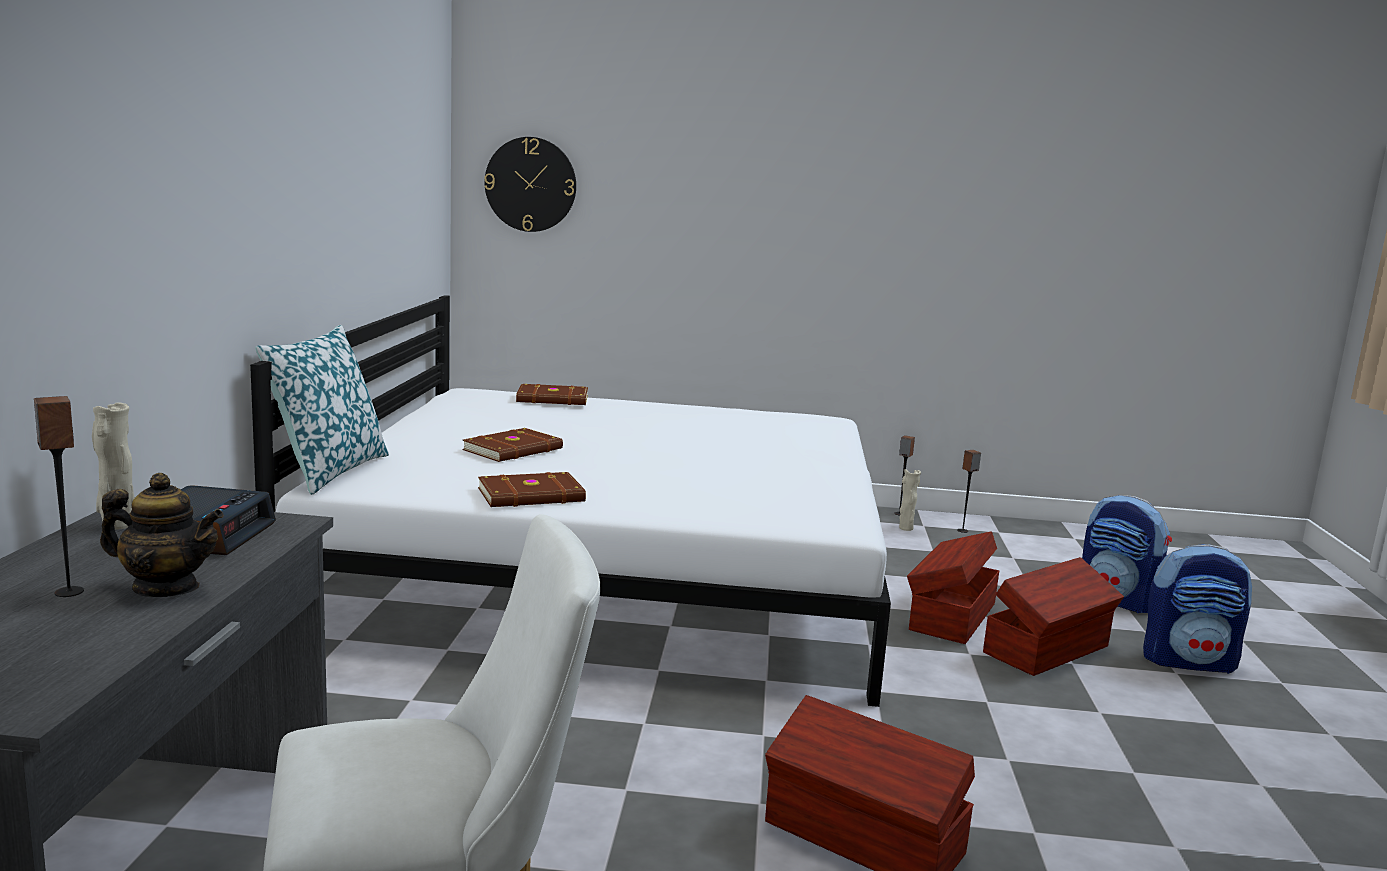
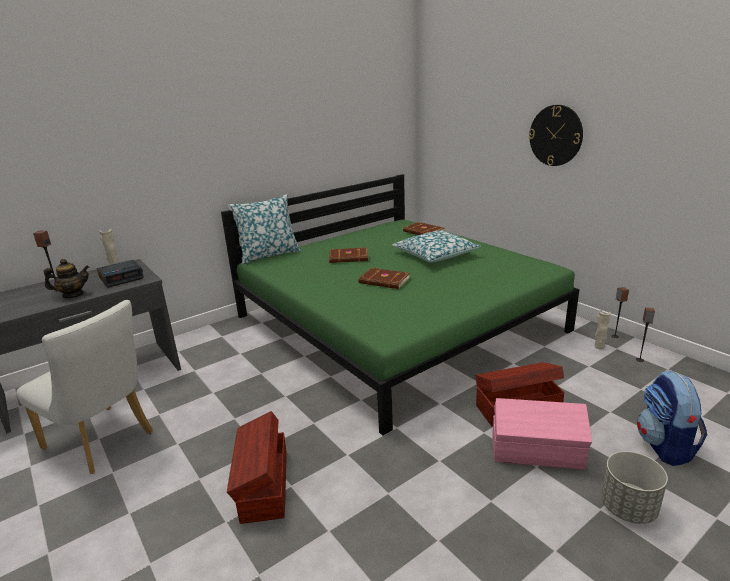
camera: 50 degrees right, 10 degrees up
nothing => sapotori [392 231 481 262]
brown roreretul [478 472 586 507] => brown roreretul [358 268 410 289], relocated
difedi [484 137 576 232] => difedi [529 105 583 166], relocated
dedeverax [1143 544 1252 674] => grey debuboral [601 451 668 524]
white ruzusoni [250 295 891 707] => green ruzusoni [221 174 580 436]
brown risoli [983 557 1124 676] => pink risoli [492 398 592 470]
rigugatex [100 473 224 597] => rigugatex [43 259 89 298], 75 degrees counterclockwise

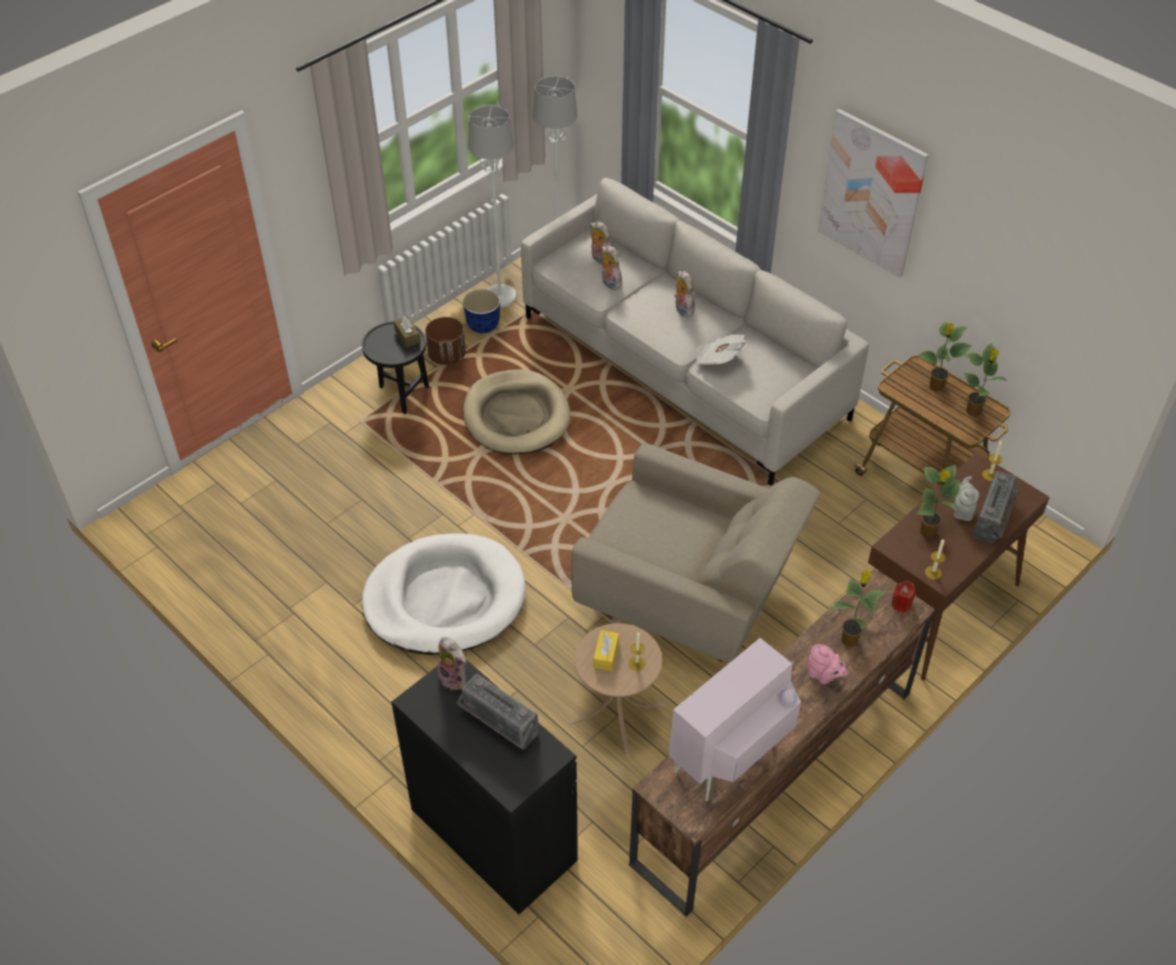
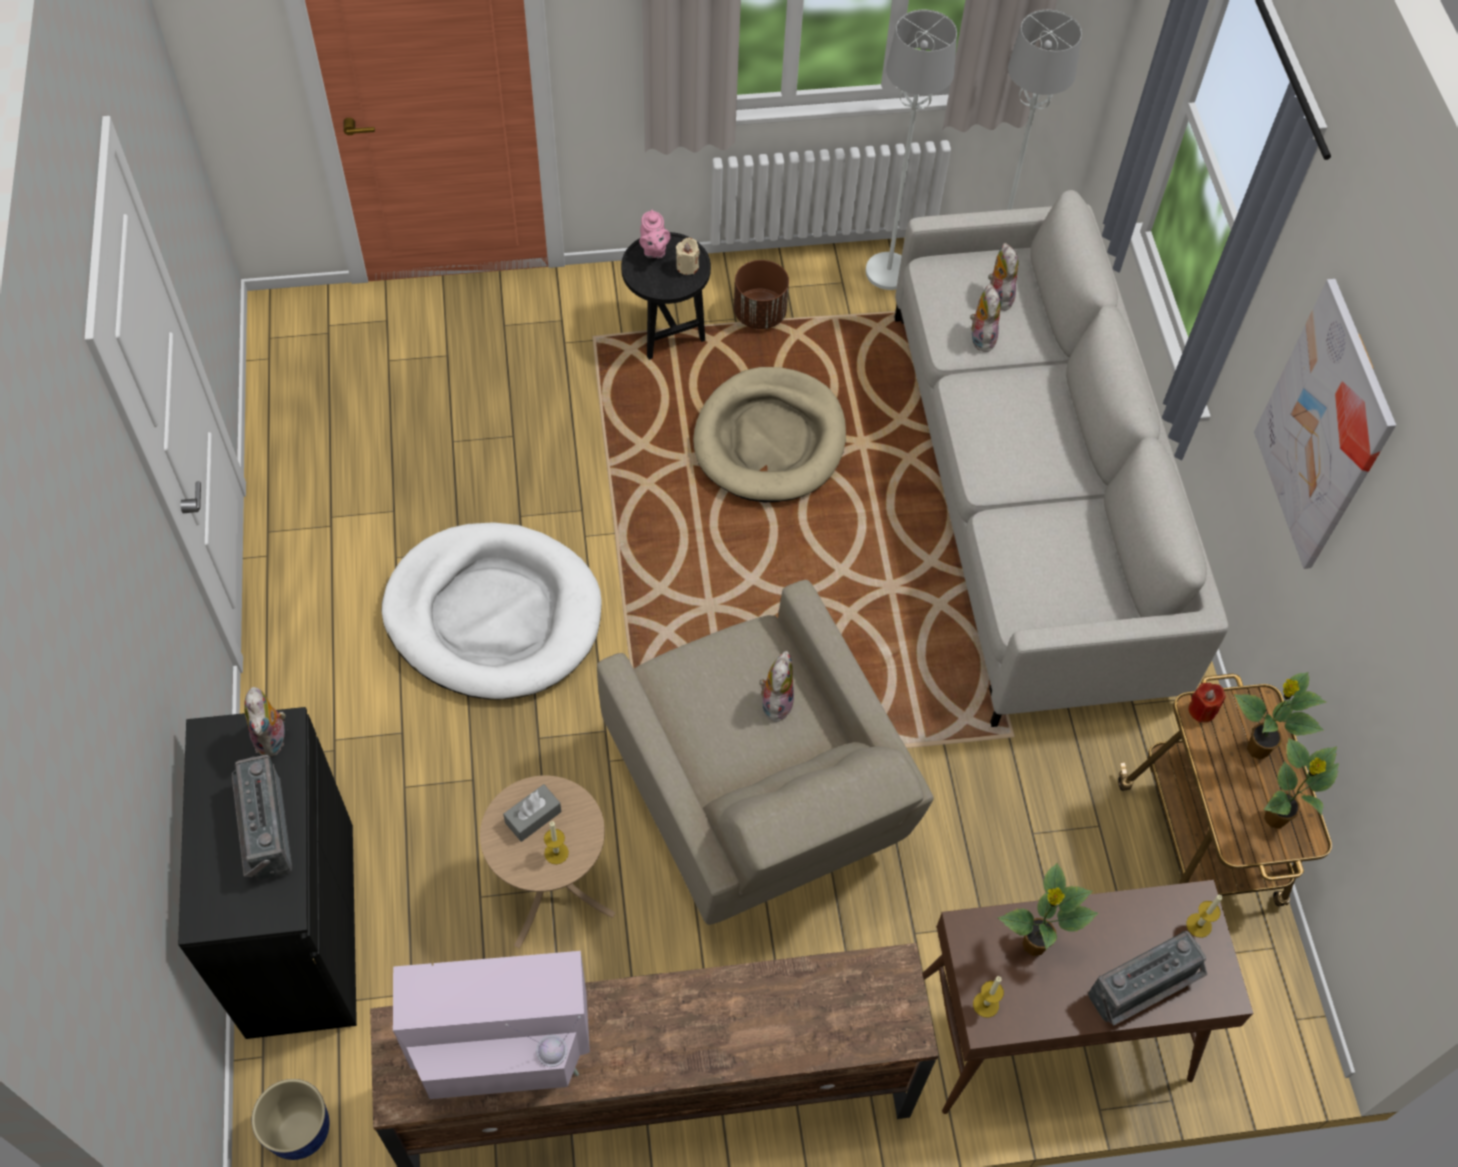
camera: 35 degrees right, 10 degrees up
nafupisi [695 334 747 365] => nothing
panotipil [831 570 886 647] => nothing
grey rigugatex [954 476 980 521] => nothing
debuboral [463 289 500 333] => debuboral [252 1079 330 1160], relocated
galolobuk [674 271 695 317] => galolobuk [759 651 794 723], relocated
pink rigugatex [808 644 849 684] => pink rigugatex [639 210 670 258], relocated
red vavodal [892 581 915 613] => red vavodal [1188 683 1226 723], relocated
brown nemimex [394 316 420 347] => beige vavodal [676 238 699 275]
yellow nemimex [593 630 619 671] => grey nemimex [503 784 561 842]

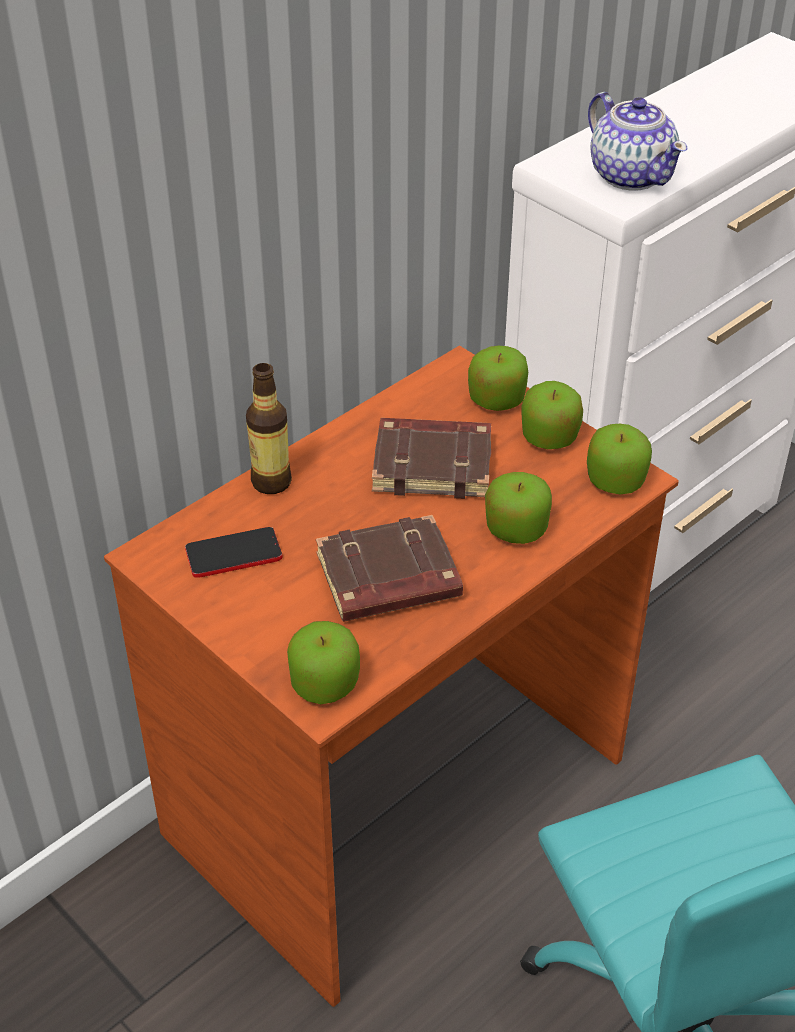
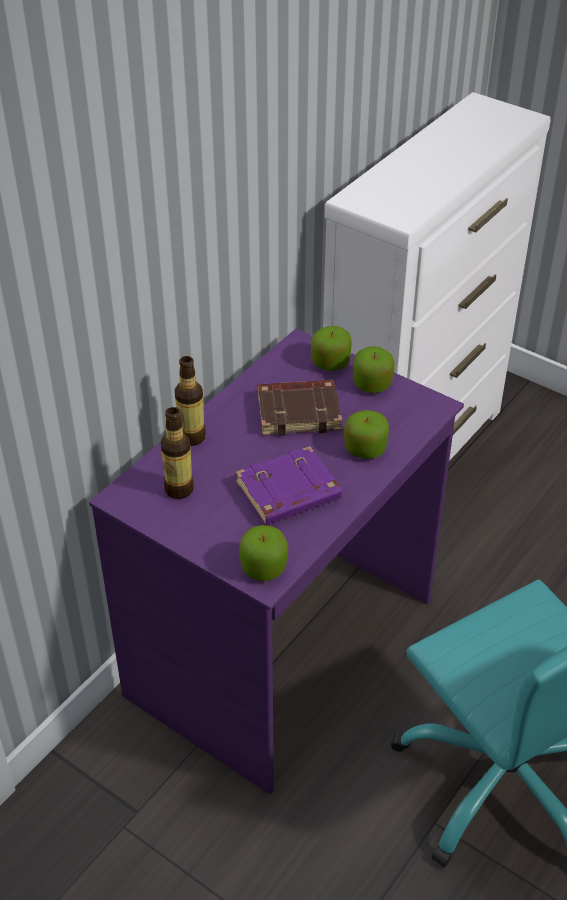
camera: 10 degrees left, 0 degrees up
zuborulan [587 424 652 494] => nothing
rigugatex [588 92 687 191] => nothing
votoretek [185 527 283 578] => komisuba [161 407 194 499]
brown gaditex [104 346 679 1007] => purple gaditex [89 329 464 794]
brown roreretul [316 515 463 622] => purple roreretul [236 446 342 525]

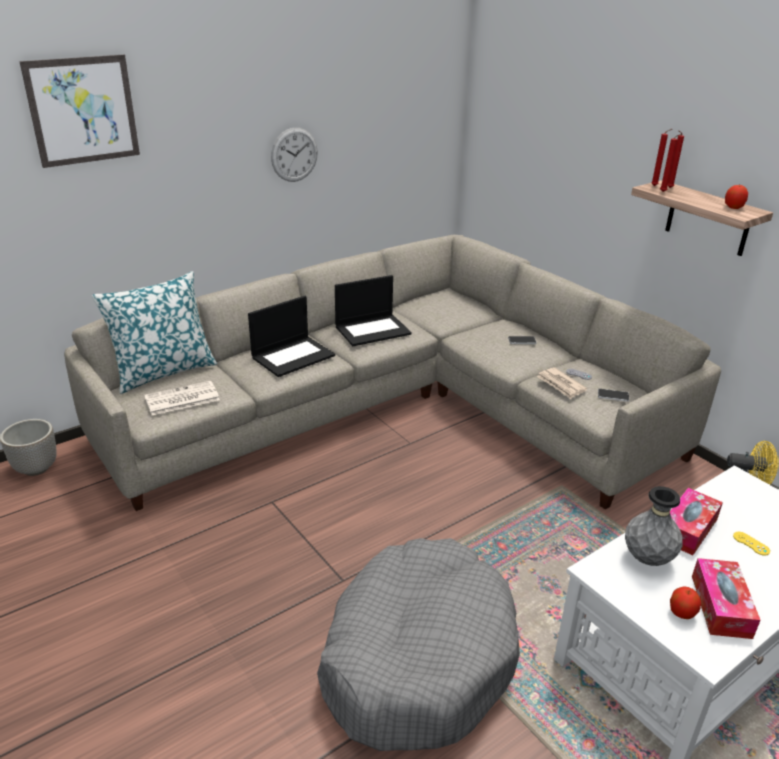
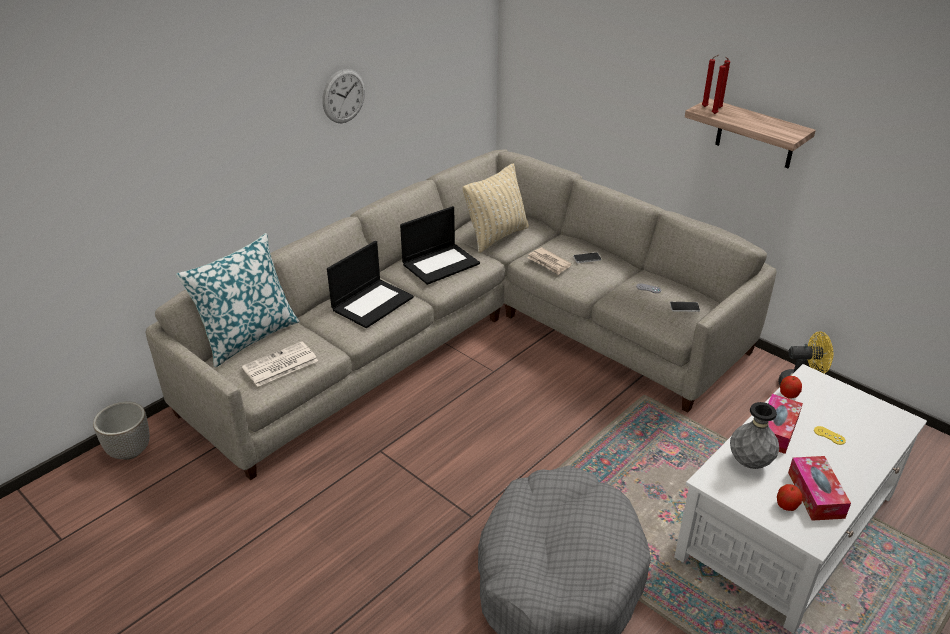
camera: 10 degrees left, 5 degrees up
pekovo [19 55 140 168] => nothing
nothing => beige sapotori [463 163 529 253]
nafupisi [537 367 587 399] => nafupisi [527 247 572 275], relocated
zuborulan [725 185 748 209] => zuborulan [780 376 802 399], relocated

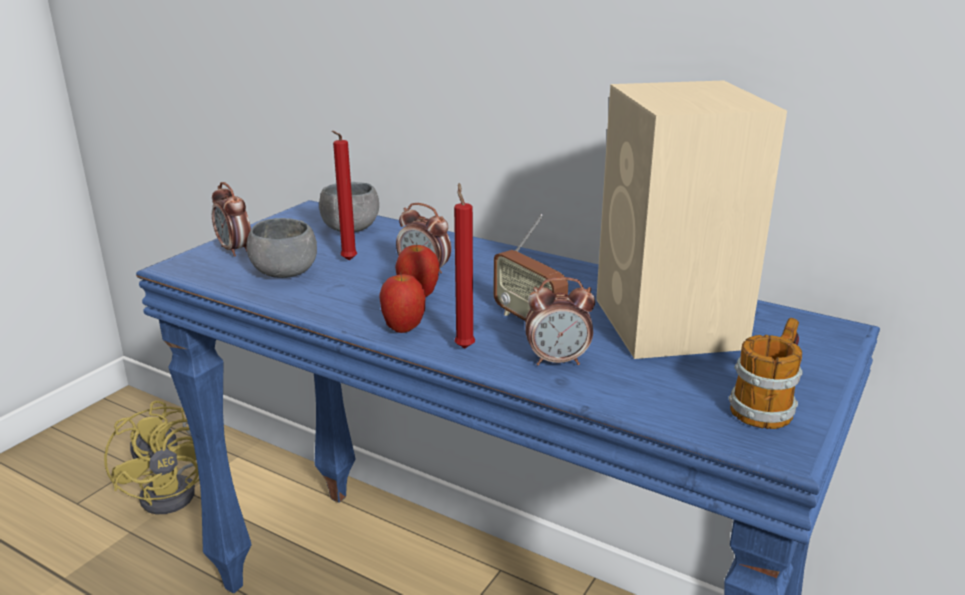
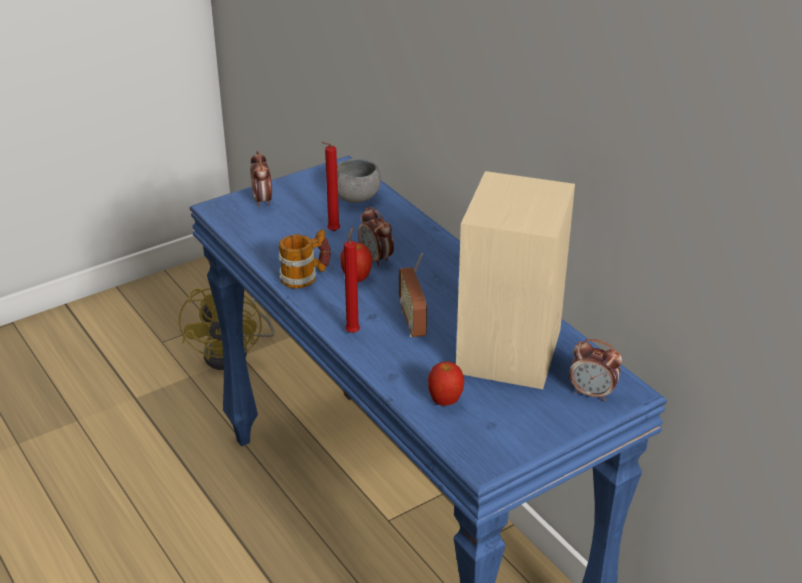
camera: 25 degrees right, 10 degrees up
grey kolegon [247 218 317 278] => nothing
zuborulan [379 272 425 333] => zuborulan [428 361 464 406], relocated
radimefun [525 277 595 366] => radimefun [569 339 622 401], relocated
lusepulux [728 318 803 429] => lusepulux [279 229 331 289], relocated

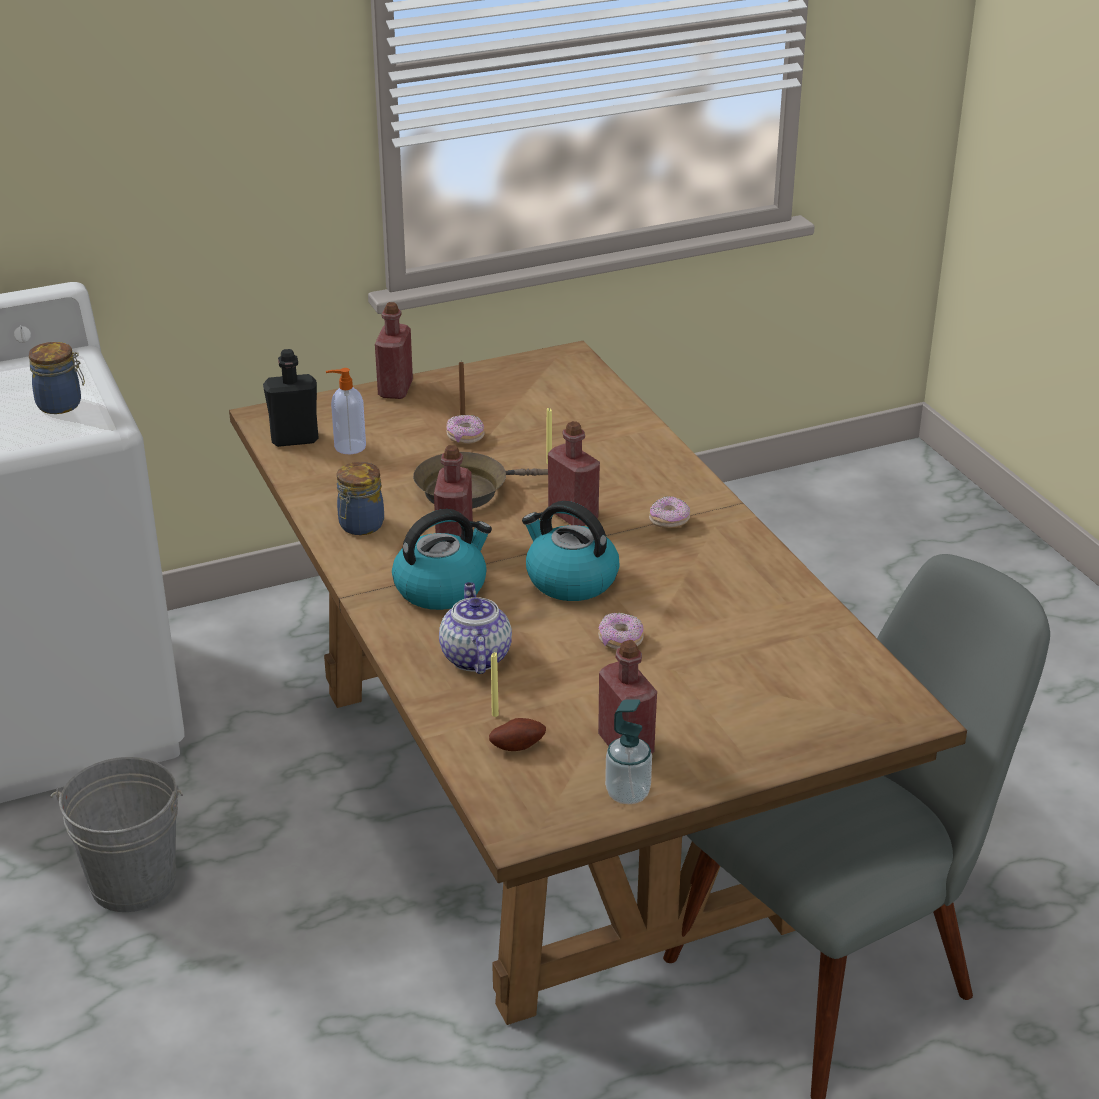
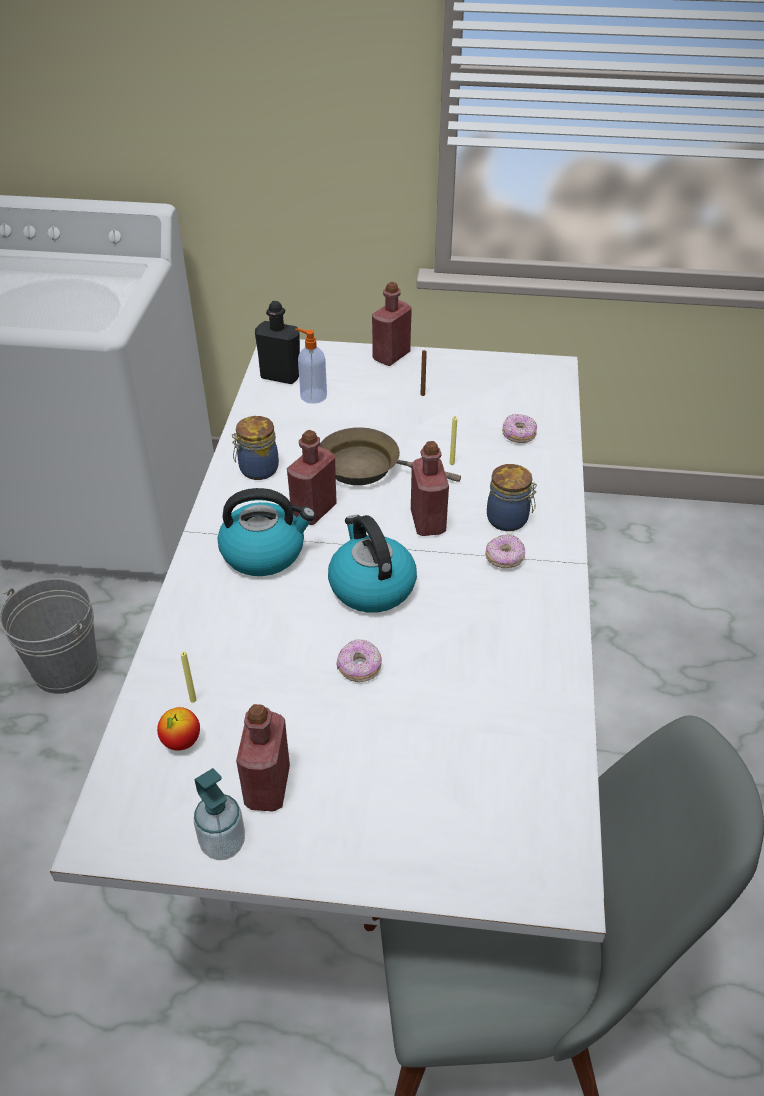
camera: 30 degrees right, 10 degrees up
rigugatex [439 582 512 674] => nothing
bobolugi [29 342 85 414] => bobolugi [487 464 537 531], relocated
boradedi [446 415 485 444] => boradedi [502 414 537 443], relocated
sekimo [489 718 546 751] => zuborulan [157 707 200 750]
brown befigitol [229 341 967 1025] => white befigitol [50 339 606 943]

